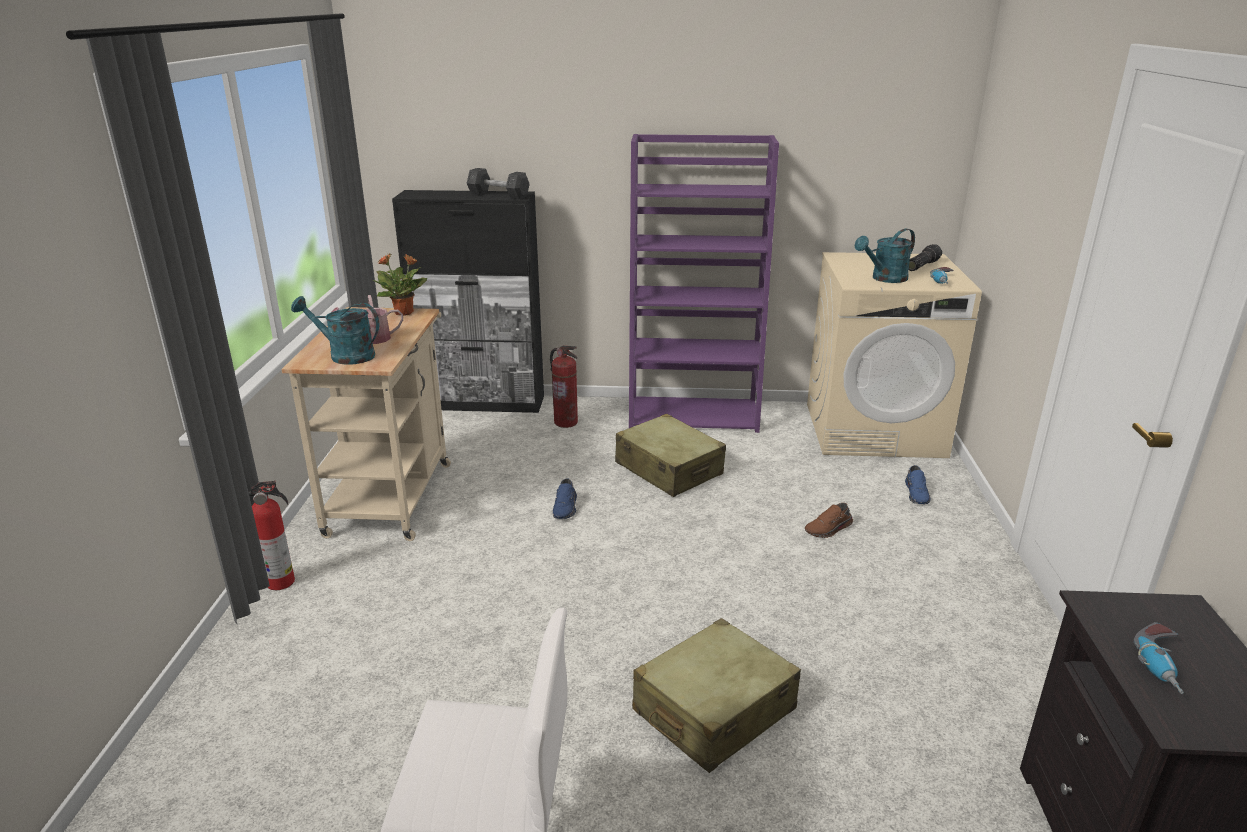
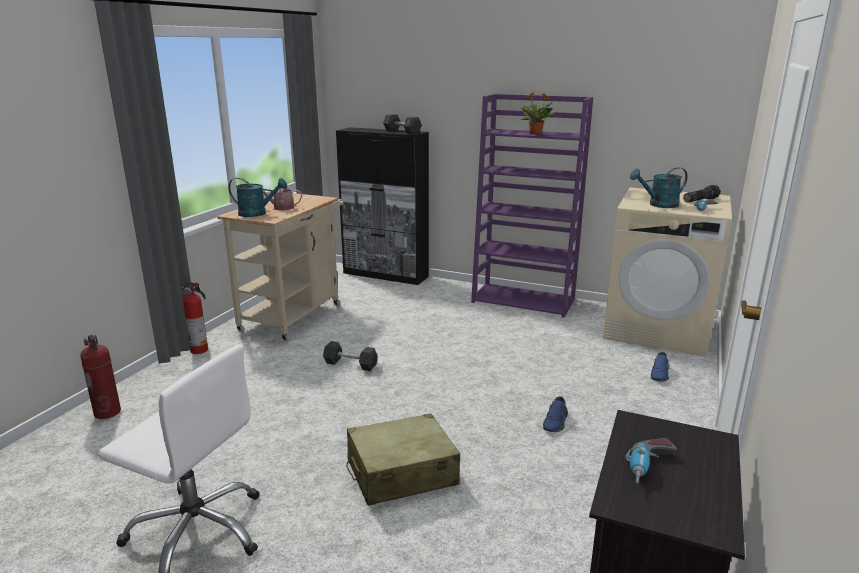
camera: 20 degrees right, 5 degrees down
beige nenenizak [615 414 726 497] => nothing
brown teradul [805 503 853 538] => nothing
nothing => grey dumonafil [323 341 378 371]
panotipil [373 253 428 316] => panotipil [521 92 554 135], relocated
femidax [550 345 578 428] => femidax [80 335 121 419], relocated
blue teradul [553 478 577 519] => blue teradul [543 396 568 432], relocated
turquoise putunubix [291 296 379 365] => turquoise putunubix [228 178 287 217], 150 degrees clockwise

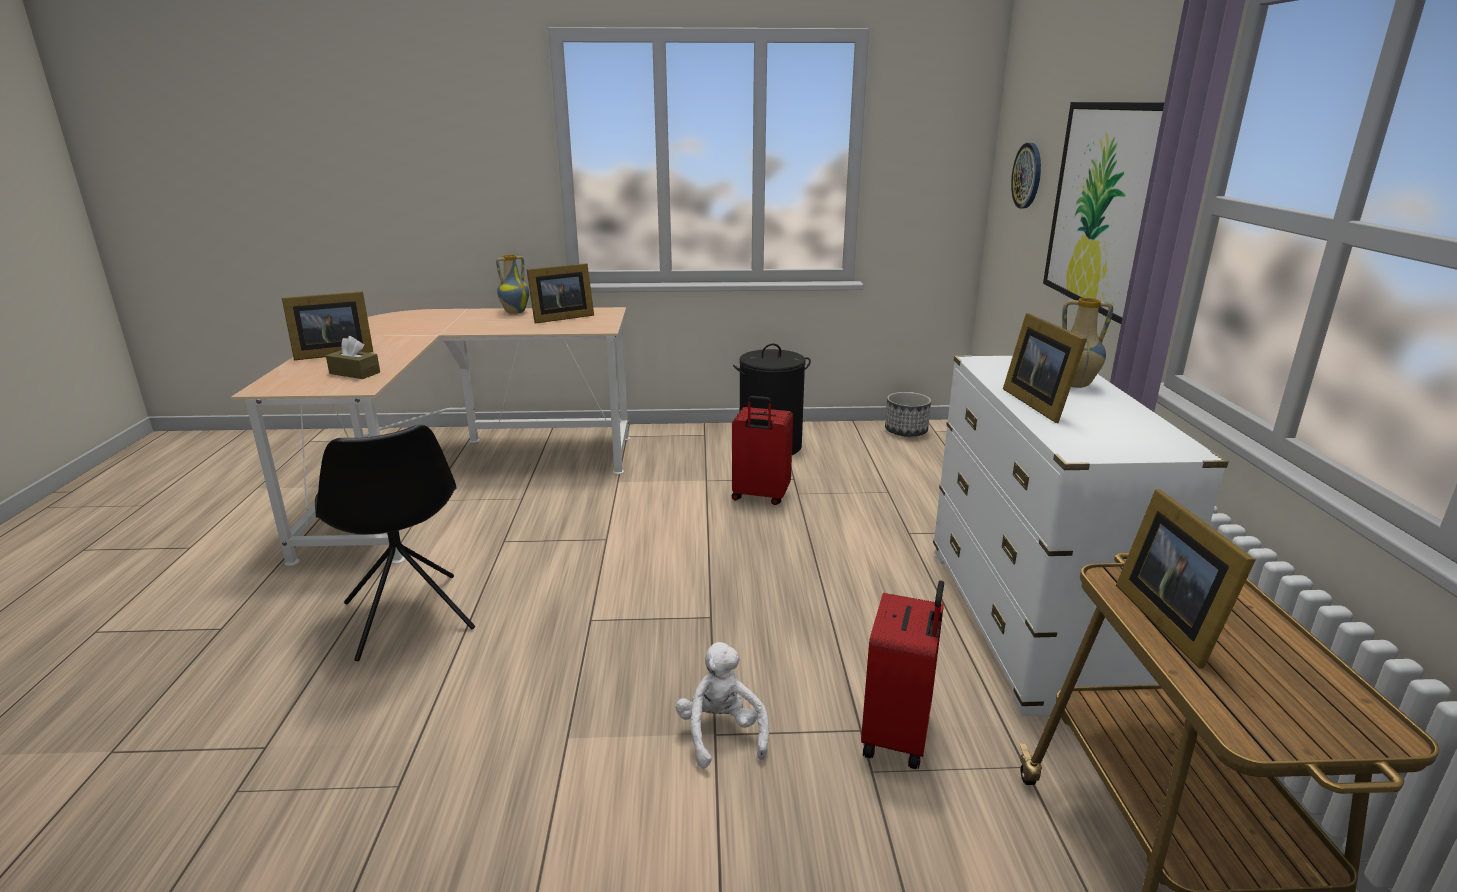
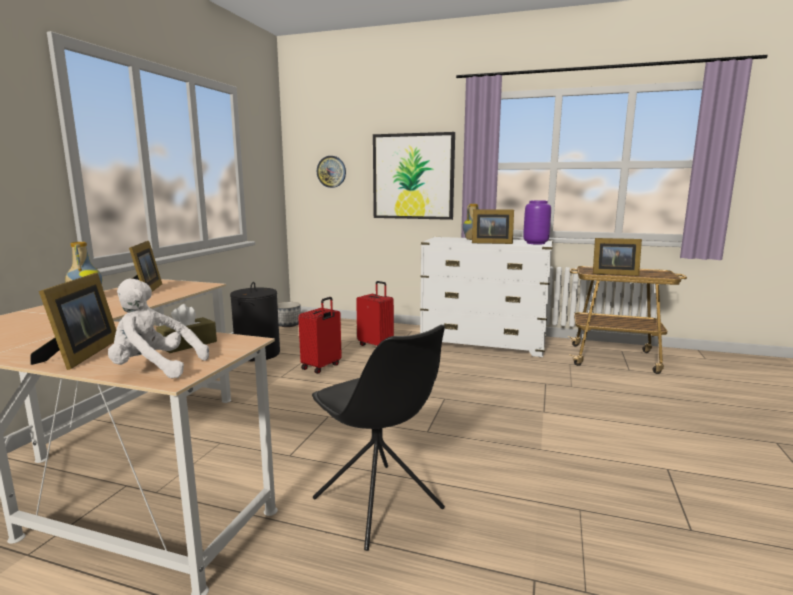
camera: 70 degrees left, 10 degrees down
nothing => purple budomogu [523 200 551 245]
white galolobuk [676 642 769 769] => white galolobuk [108 278 209 379], relocated
red nenenizak [861 581 944 769] => red nenenizak [356 281 394 346], relocated
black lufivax [315 425 475 661] => black lufivax [312 324 445 551], 60 degrees clockwise

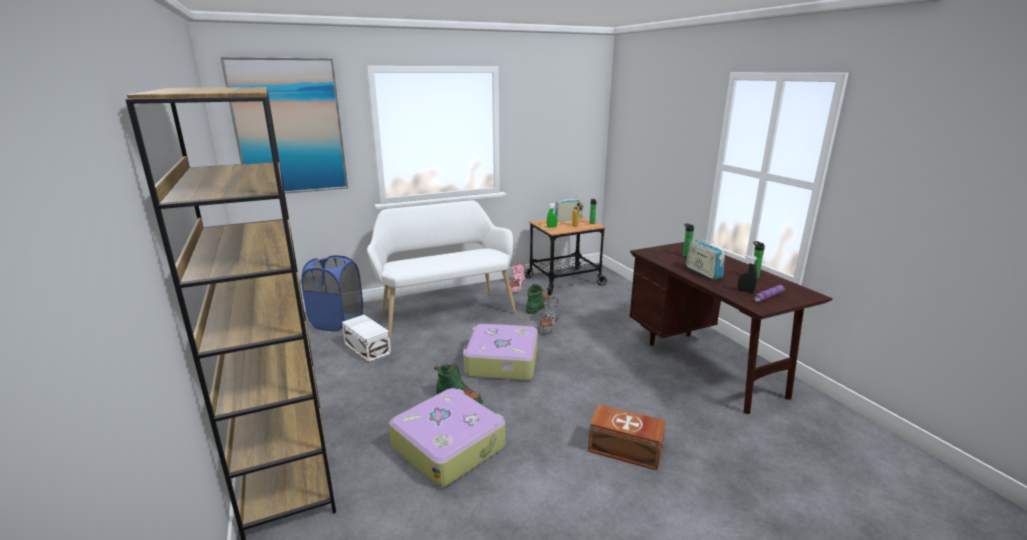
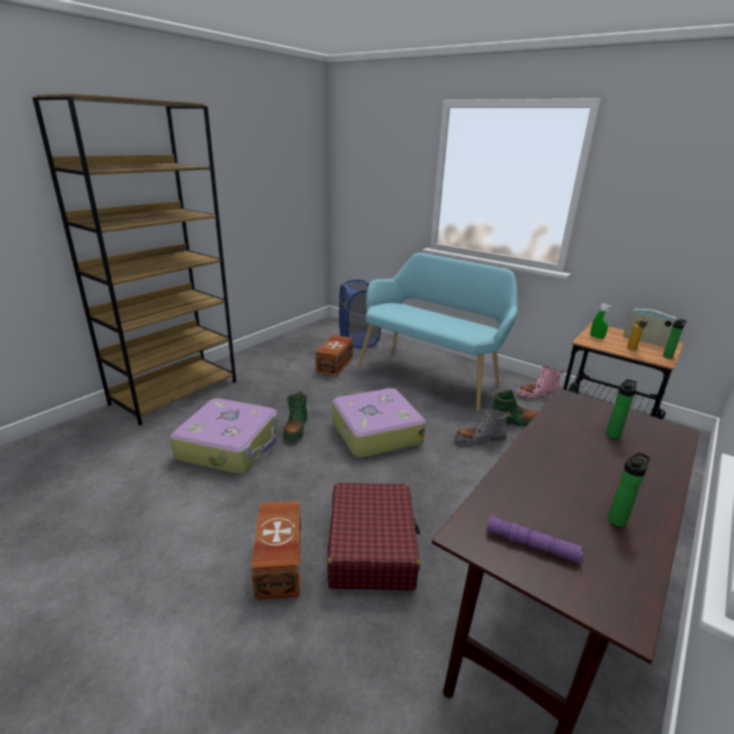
camera: 60 degrees right, 5 degrees up
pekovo [221 57 348 194] => nothing
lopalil [686 236 725 280] => nothing
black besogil [738 255 758 293] => nothing
nothing => red nenenizak [327 483 420 591]
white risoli [342 315 391 363] => brown risoli [315 335 353 376]
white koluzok [367 200 516 338] => turquoise koluzok [357 253 517 411]

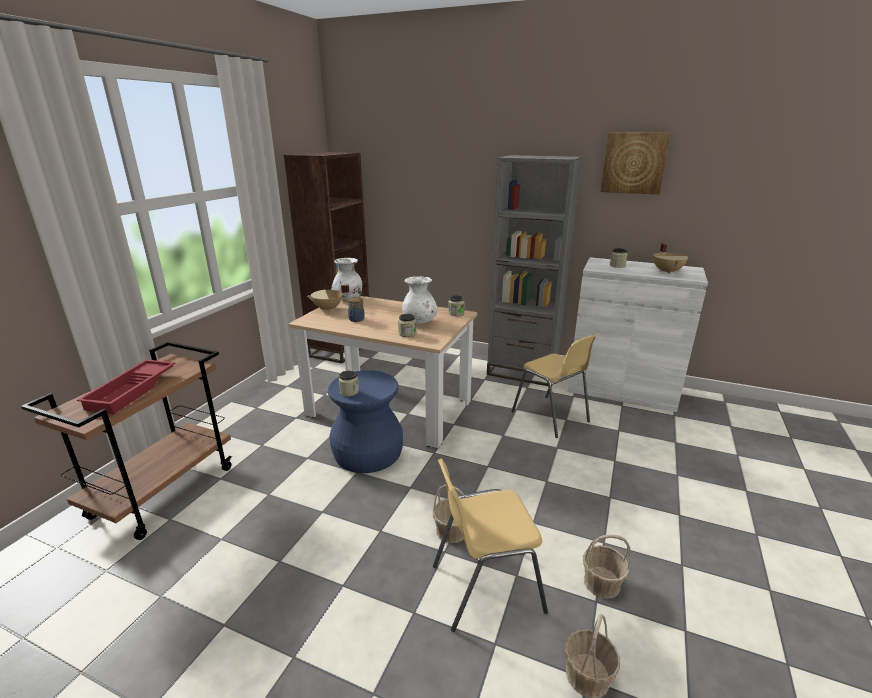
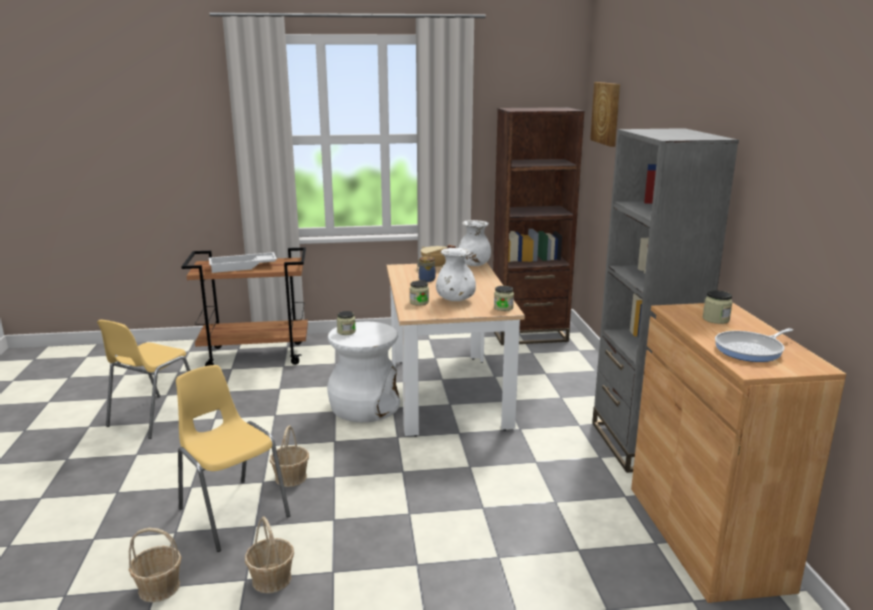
camera: 60 degrees right, 5 degrees down
yellow lufivax [512 335 596 438] => yellow lufivax [97 320 191 439], relocated
pekovo [600 133 671 195] => pekovo [590 82 620 147], relocated
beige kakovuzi [653 243 688 274] => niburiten [715 328 793 362]
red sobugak [77 360 175 414] => white sobugak [209 252 277 273]
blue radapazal [328 370 403 473] => white radapazal [327 322 400 422]
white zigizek [568 257 708 412] => brown zigizek [631 303 846 603]

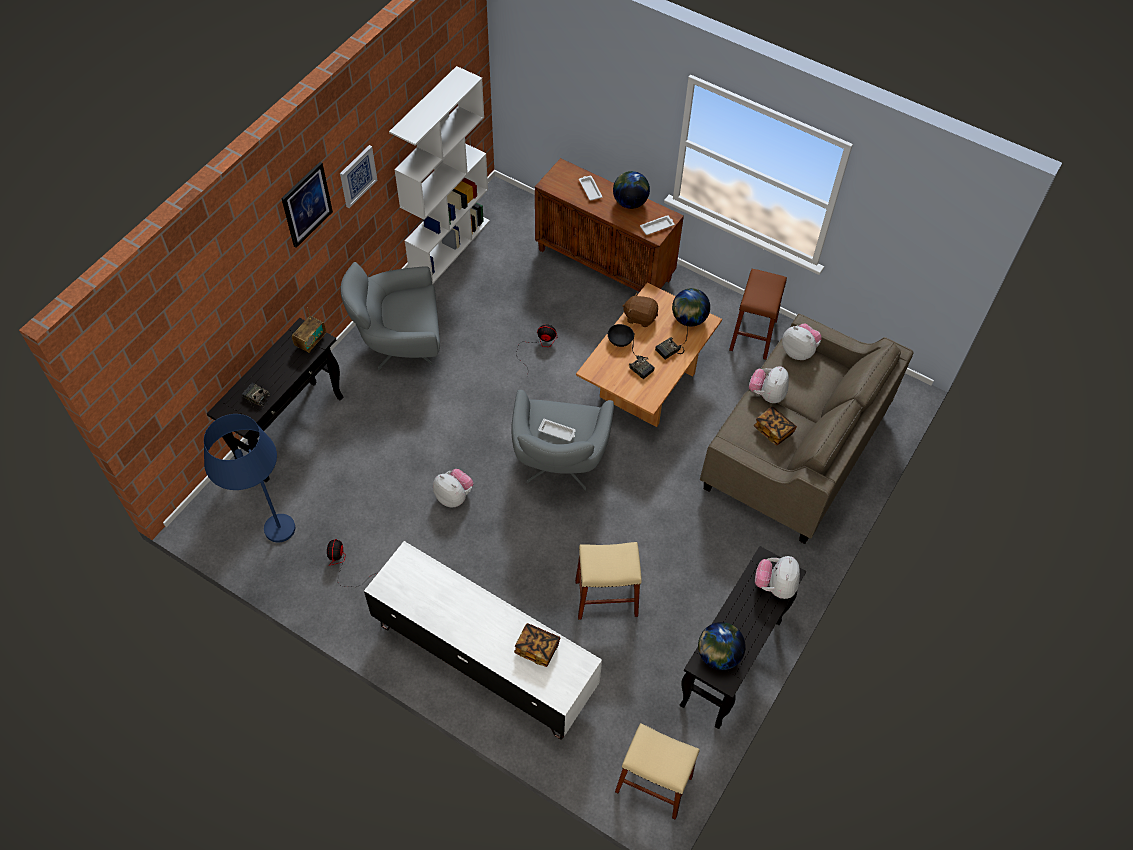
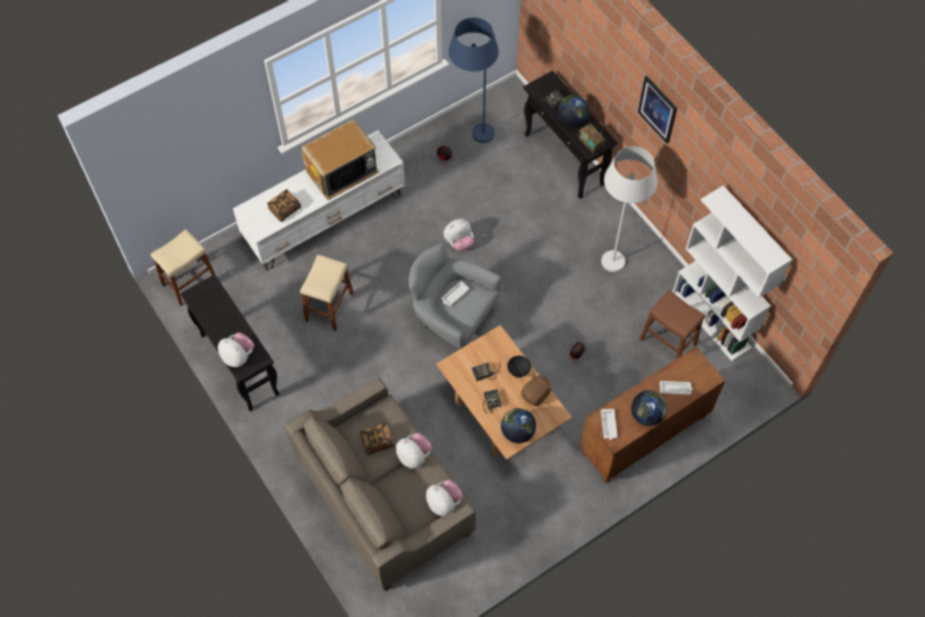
camera: 115 degrees right, 5 degrees up
pekovo [340 145 377 208] => nothing
nothing => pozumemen [302 119 379 200]
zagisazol [698 622 746 670] => zagisazol [558 95 589 127], relocated
brown radapazal [729 269 787 360] => brown radapazal [640 290 705 359], relocated
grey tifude [341 262 440 370] => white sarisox [601 147 657 272]
galolobuk [782 323 822 360] => galolobuk [426 480 463 516], 105 degrees counterclockwise

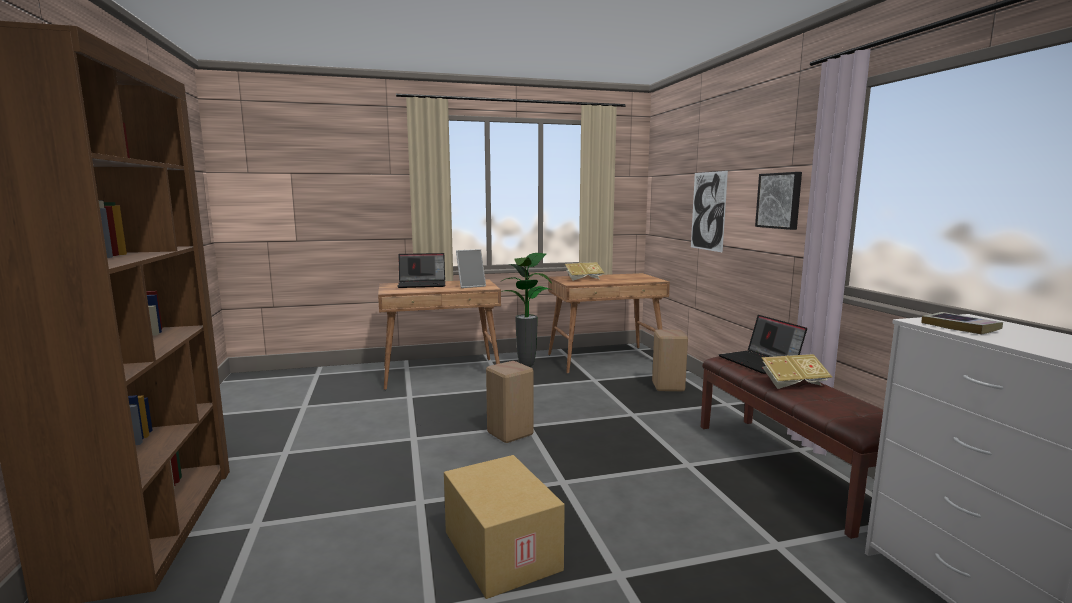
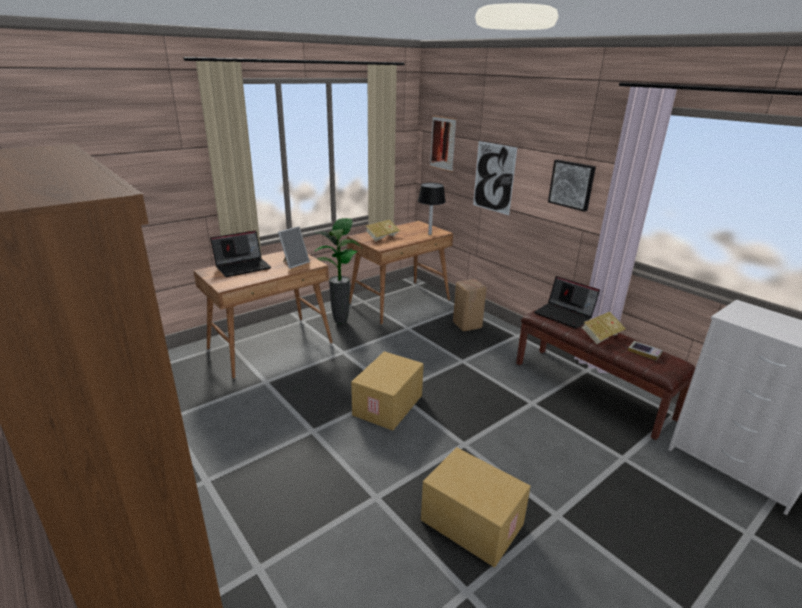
camera: 25 degrees left, 15 degrees up
nothing => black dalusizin [418 183 446 235]
nothing => pekovo [430 116 456 172]
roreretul [921 312 1003 335] => roreretul [628 341 663 361], relocated
beige radapazal [486 361 533 443] => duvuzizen [351 351 424 431]

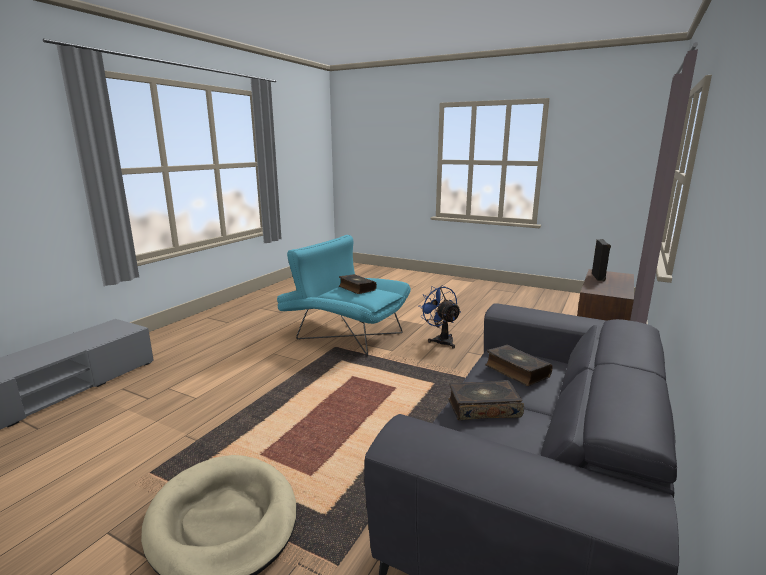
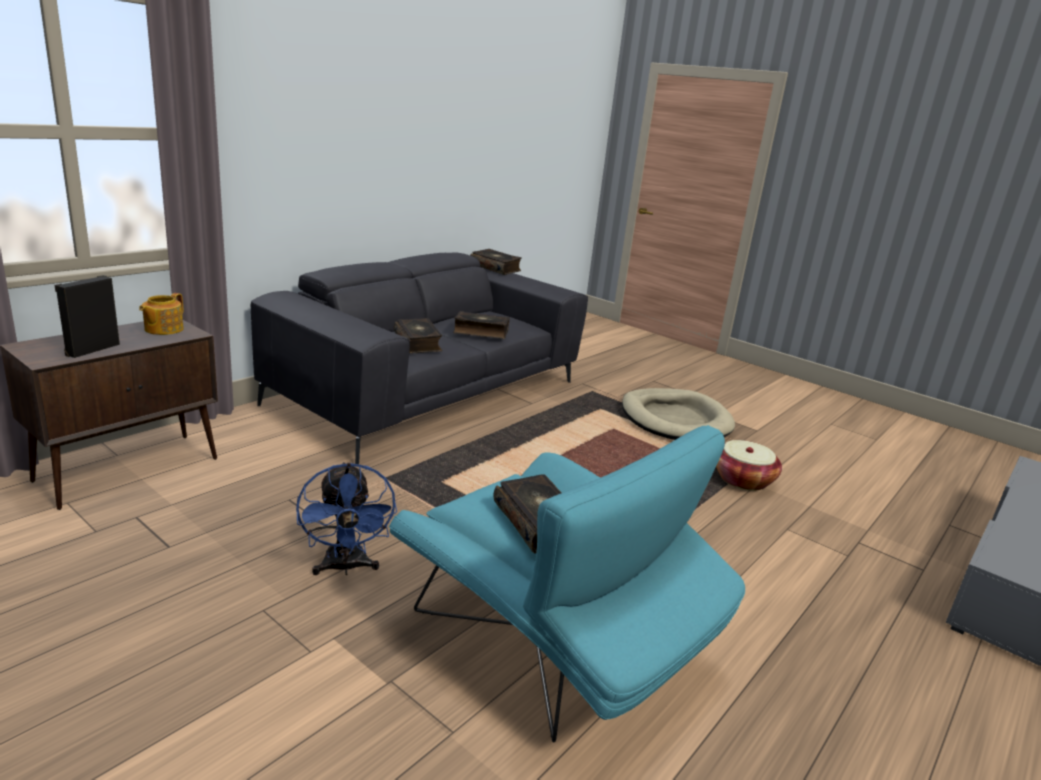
camera: 170 degrees left, 5 degrees up
nothing => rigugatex [139 293 184 335]
nothing => roreretul [470 249 522 275]
nothing => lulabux [716 440 782 491]

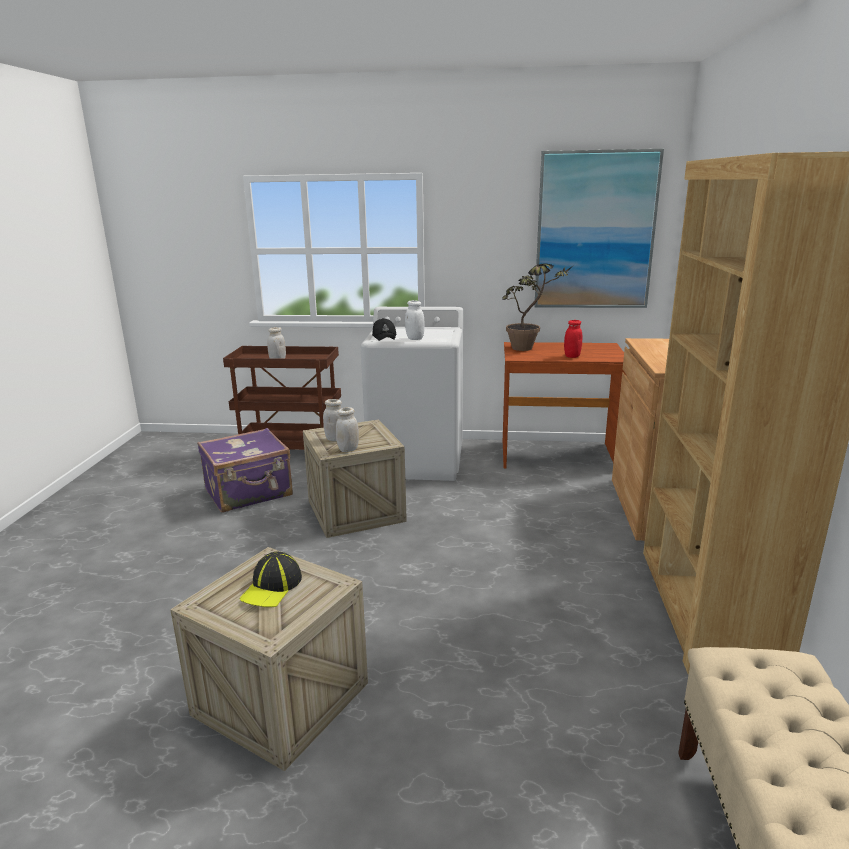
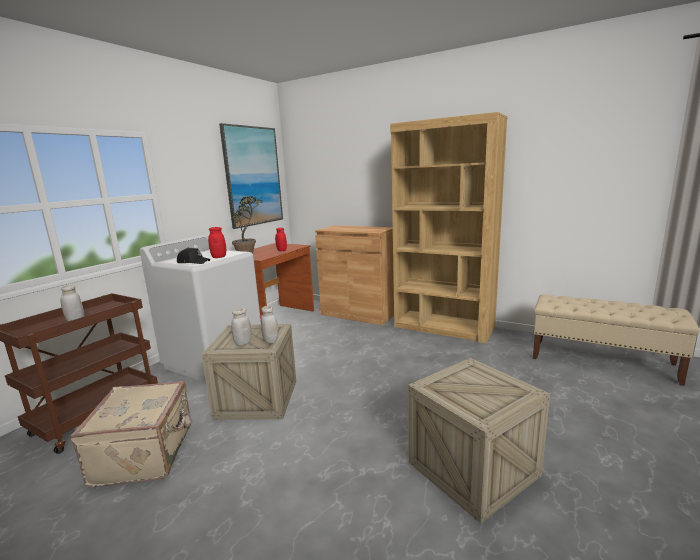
camera: 65 degrees left, 5 degrees down
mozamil [240 552 302 607] => nothing
purple nenenizak [197 428 293 513] => beige nenenizak [70 381 192 487]
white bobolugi [405 300 425 340] => red bobolugi [208 227 226 258]

